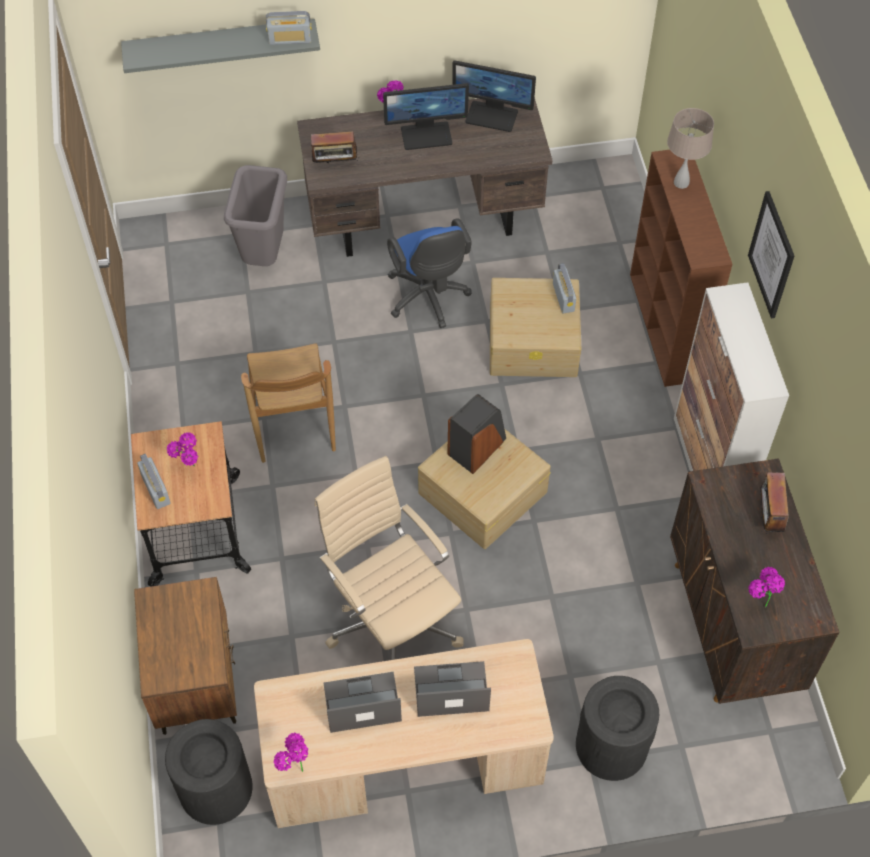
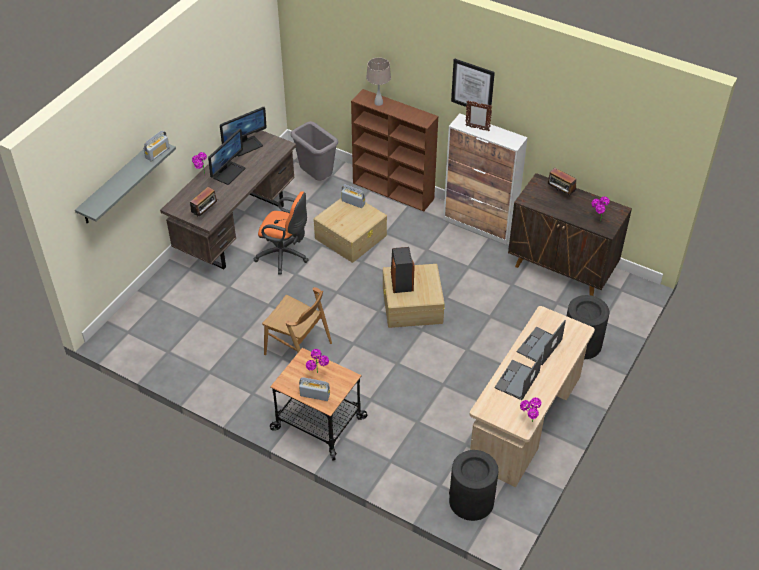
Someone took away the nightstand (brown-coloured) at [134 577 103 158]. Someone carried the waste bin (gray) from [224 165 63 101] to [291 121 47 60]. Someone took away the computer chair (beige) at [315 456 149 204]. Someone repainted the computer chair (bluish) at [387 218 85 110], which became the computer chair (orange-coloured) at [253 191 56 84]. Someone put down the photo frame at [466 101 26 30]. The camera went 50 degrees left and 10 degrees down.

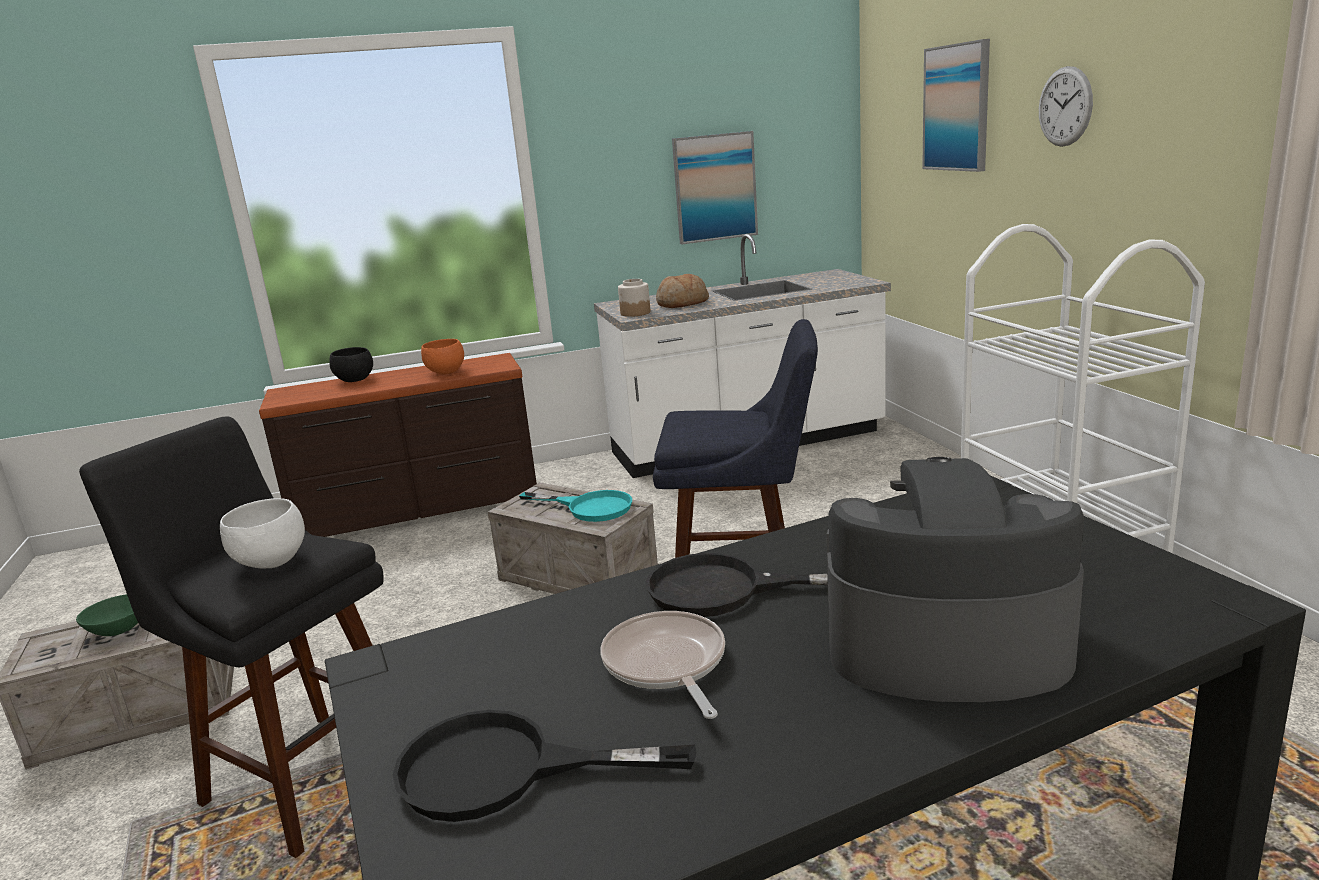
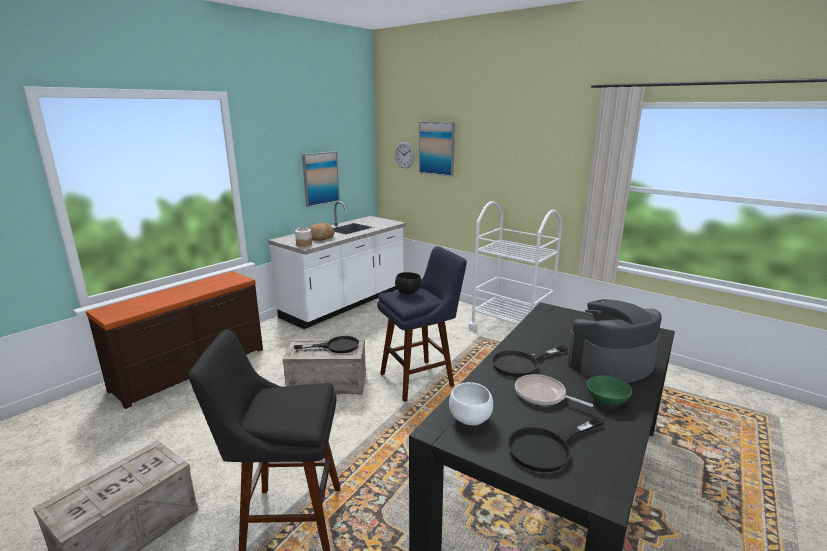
Someone carried the serving bowl (greenish) from [76 594 62 42] to [587 375 45 31]. Someone carried the serving bowl (white-coloured) from [220 498 85 71] to [449 382 44 43]. Someone carried the serving bowl (blackish) from [329 347 44 35] to [395 272 26 23]. Someone took away the serving bowl (orange-coloured) at [421 339 43 35]. Someone repainted the frying pan (turquoise) at [519 490 113 32], which became the frying pan (blackish) at [294 336 65 17]. Someone carried the hanging clock from [1039 66 54 81] to [395 142 20 26]. The camera went 35 degrees left and 0 degrees up.

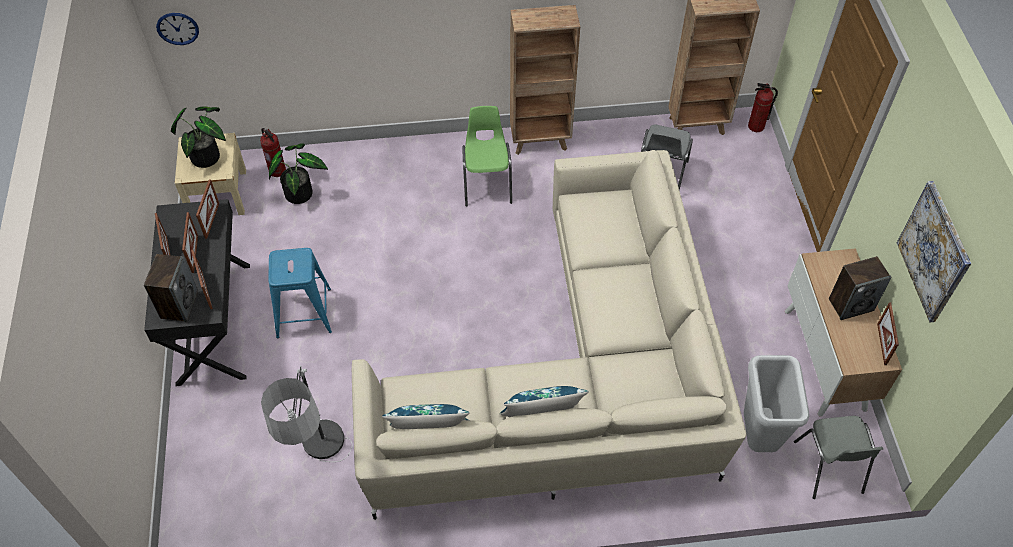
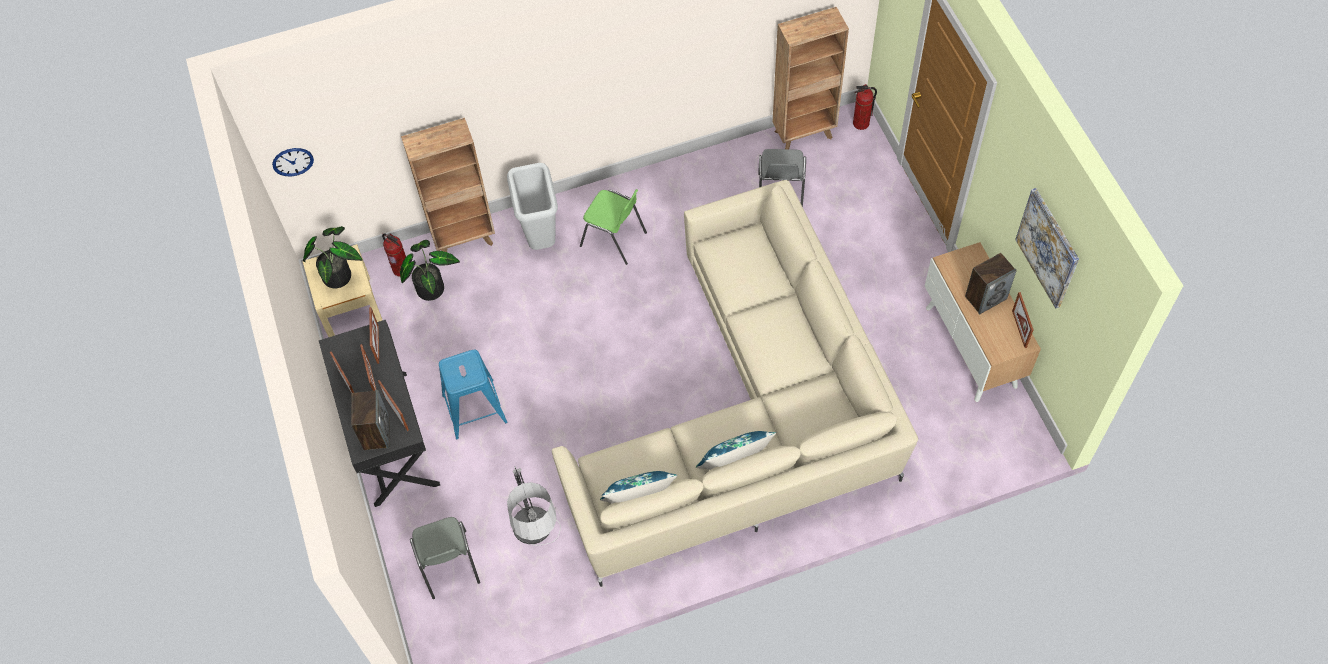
Someone rotated the chair (greenish) at [463 106 49 100] by 135 degrees clockwise. Someone carried the shelving unit (brown-coloured) from [510 5 70 150] to [401 118 94 134]. Someone carried the waste bin (gray) from [744 355 65 97] to [507 163 51 87]. Someone carried the chair (gray) from [794 416 89 83] to [410 517 70 82]. The camera went 10 degrees left and 5 degrees up.

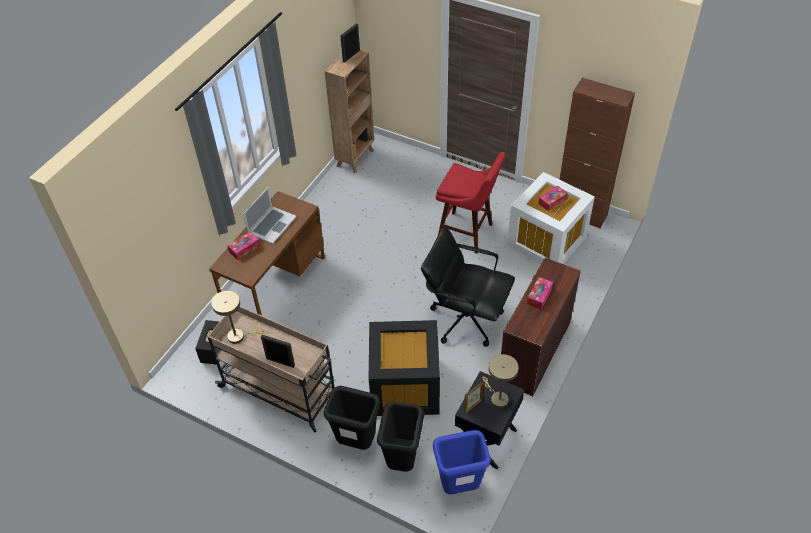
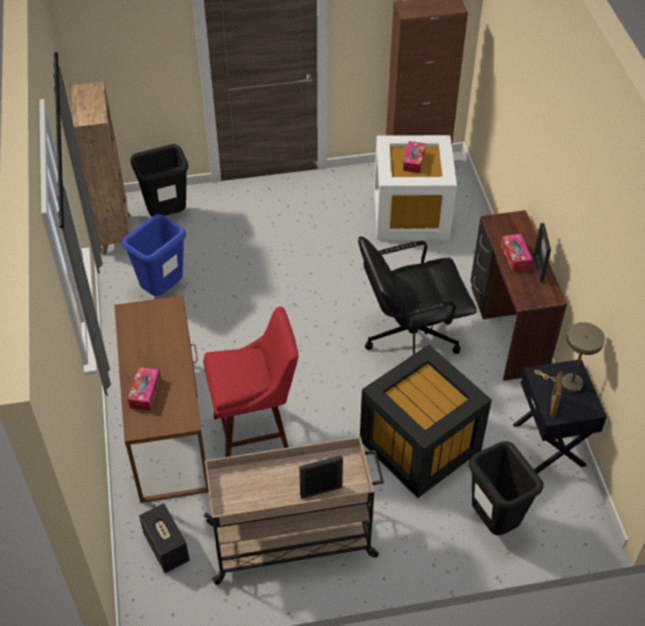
Someone took away the tabletop lamp (beige) at [211 291 54 53]. Someone took away the laptop at [243 187 53 57]. Someone carried the waste bin (blackish) from [324 386 56 64] to [130 144 59 72]. Someone carried the photo frame from [340 23 20 40] to [534 223 17 59]. Someone carried the waste bin (bluish) from [433 430 58 64] to [122 214 64 82]. Someone carried the stool (reddish) from [436 152 70 102] to [203 306 95 151]. The camera went 40 degrees left and 0 degrees up.

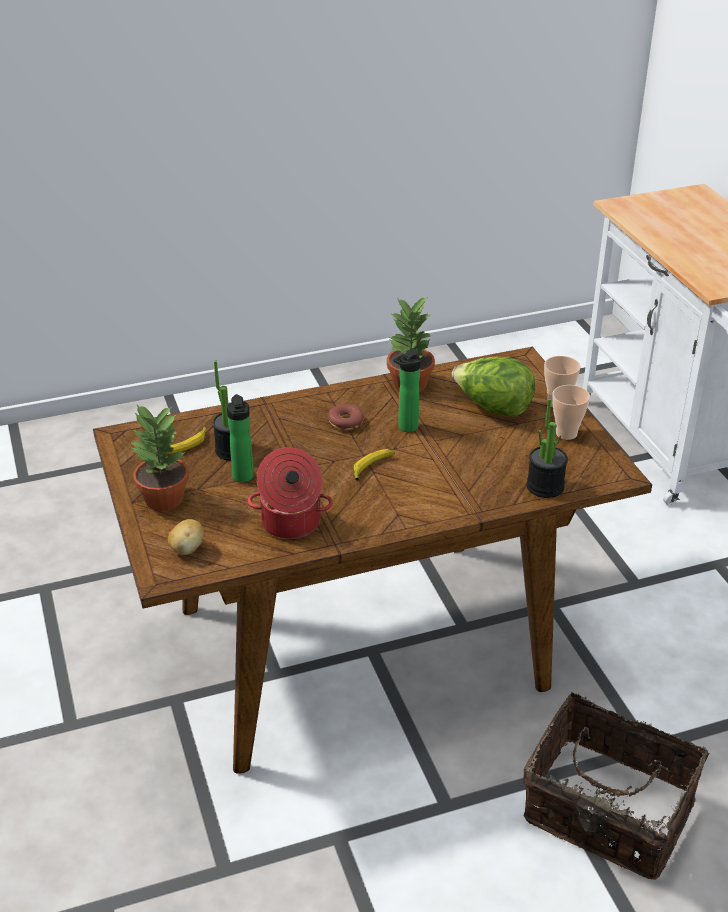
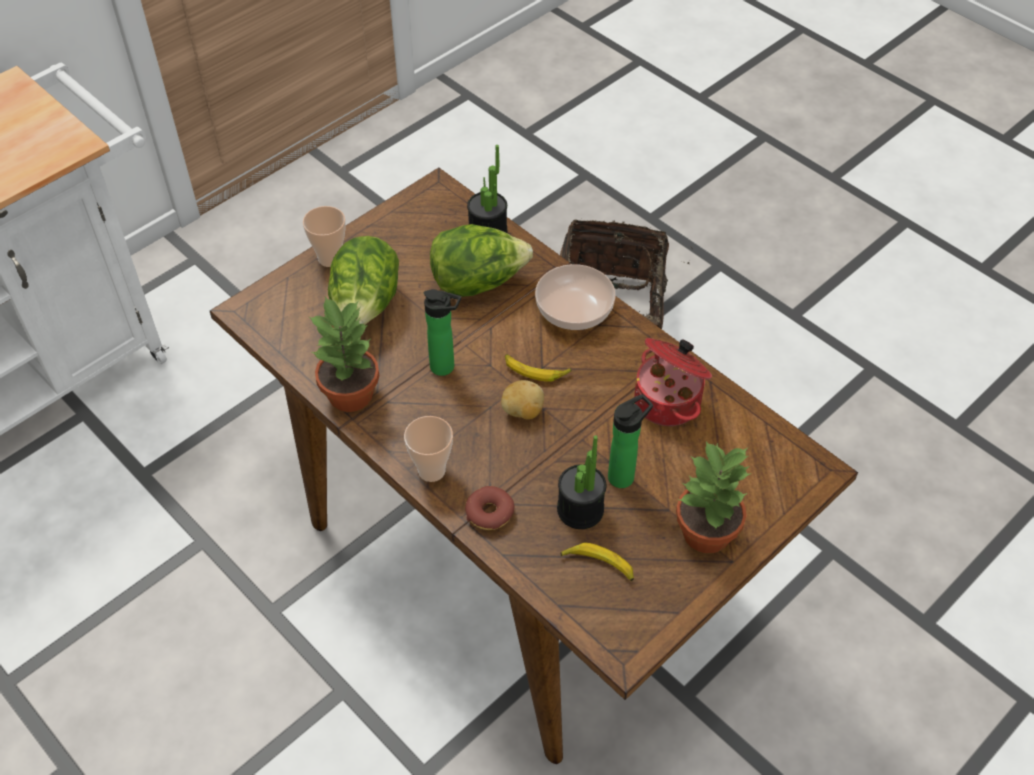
Someone carried the whole potato from [168 519 36 36] to [501 380 43 40]. Someone carried the ring doughnut from [328 404 36 26] to [465 486 50 44]. Someone carried the drinking cup from [552 385 38 55] to [404 416 49 66]. Someone put down the head of lettuce at [430 224 103 73]. Someone put down the serving bowl at [535 264 81 66]. The camera went 115 degrees left and 15 degrees up.

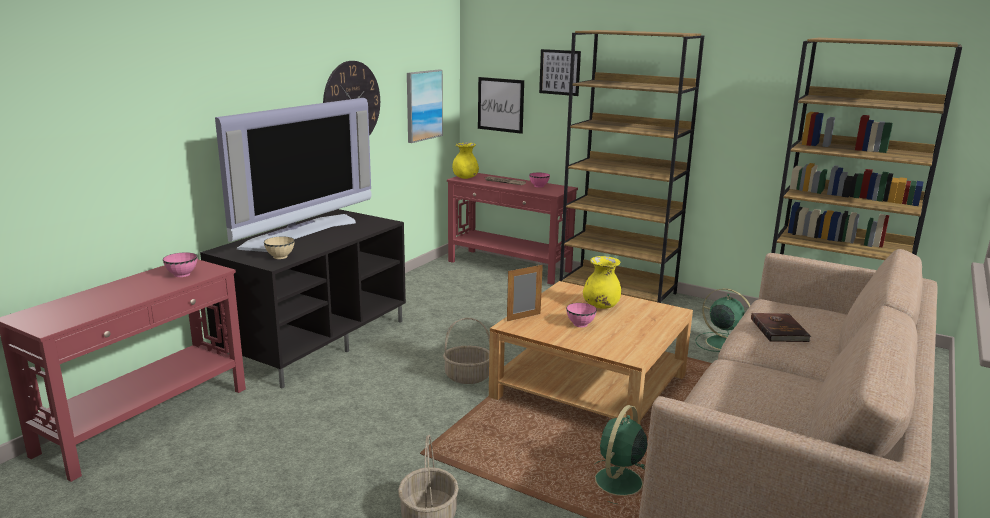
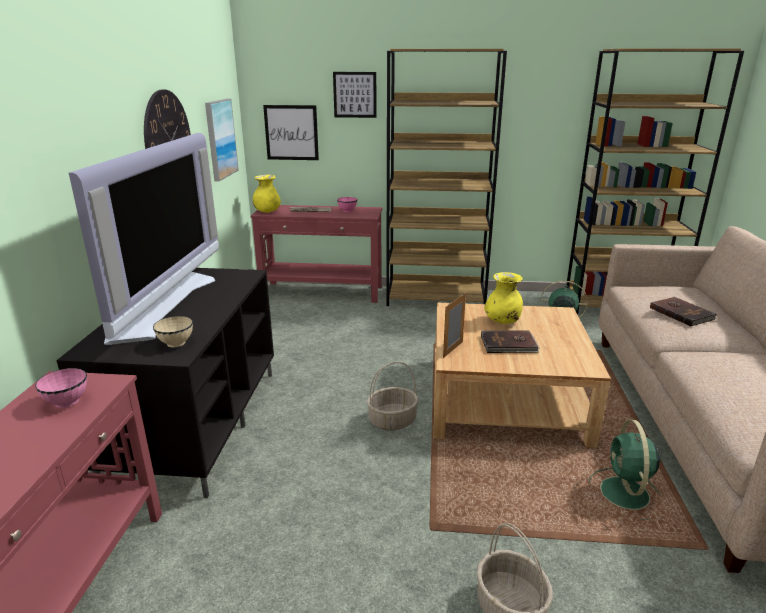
Someone swapped the serving bowl (pinkish) at [566 303 31 24] for the book (brown-coloured) at [481 331 59 22]. The camera went 25 degrees left and 5 degrees up.

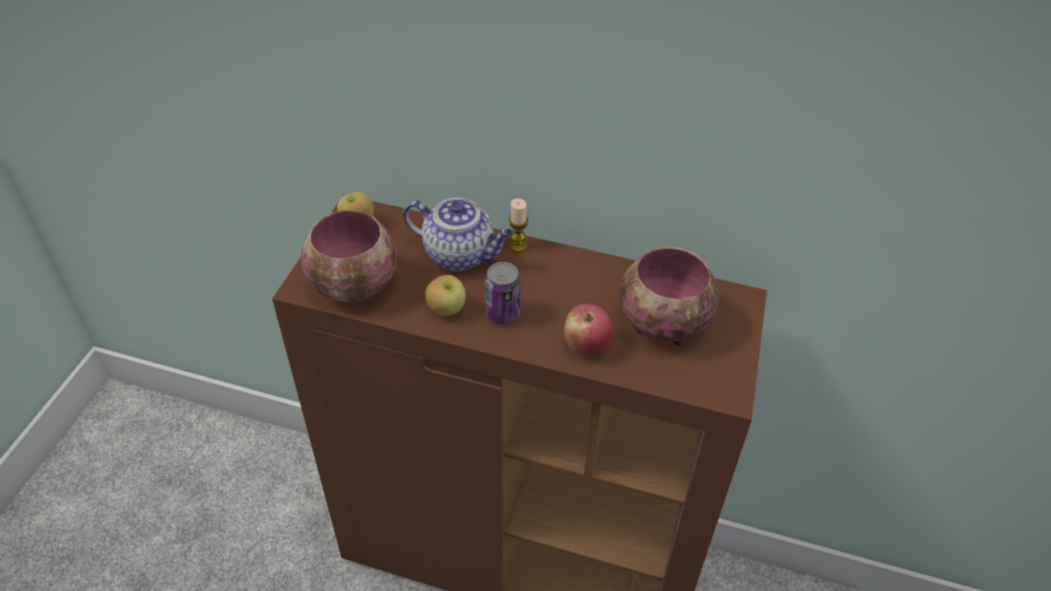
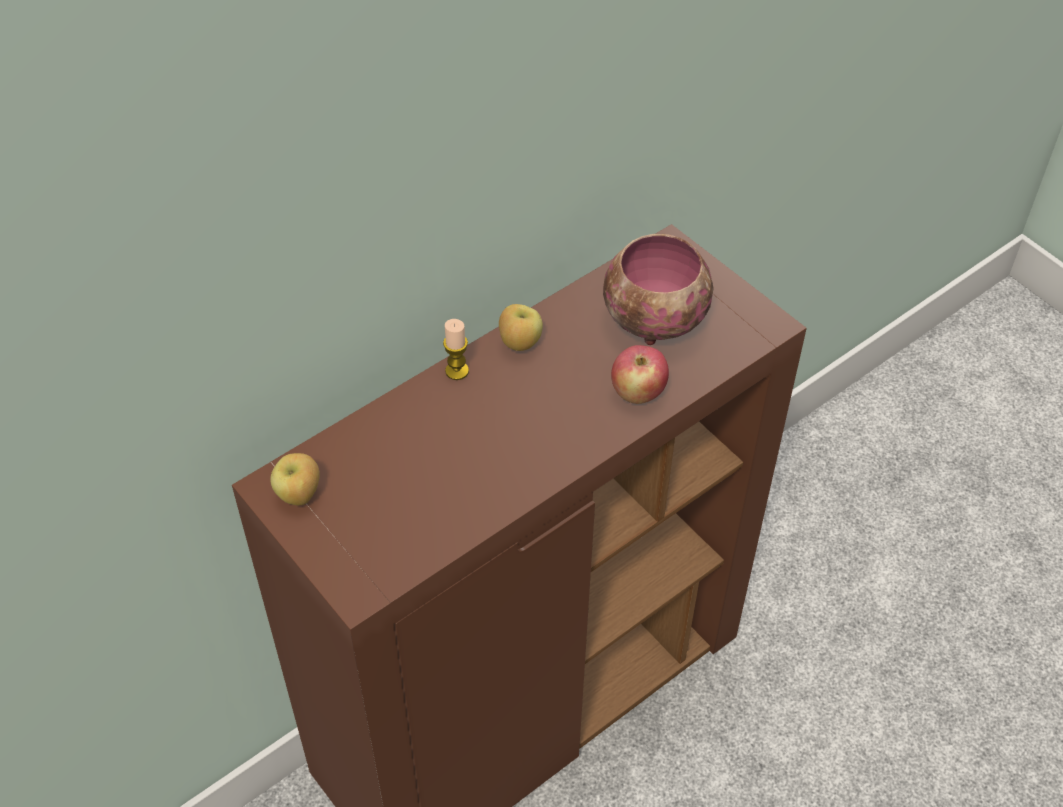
Someone took away the serving bowl at [301 210 96 93]. Someone took away the teapot at [403 198 110 73]. Someone carried the apple from [425 275 41 41] to [499 304 44 47]. Someone took away the sealed can at [485 262 36 63]. The camera went 55 degrees left and 5 degrees up.

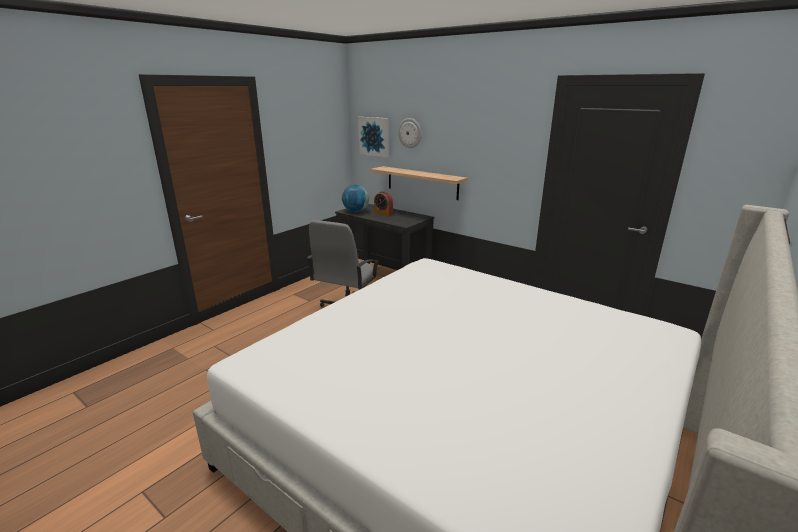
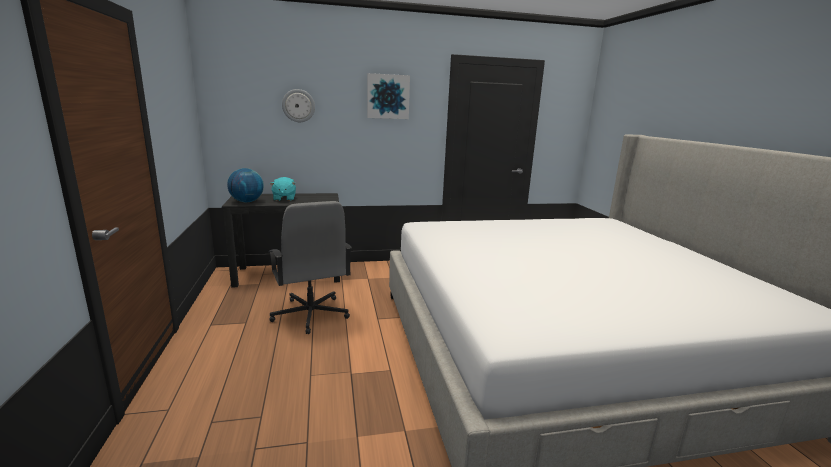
Someone carried the picture from [358 117 31 40] to [367 73 43 46]. Someone took away the shelf at [371 166 97 34]. Someone swapped the table clock at [374 191 19 25] for the plush toy (turquoise) at [270 177 26 24]. The camera went 50 degrees left and 5 degrees down.

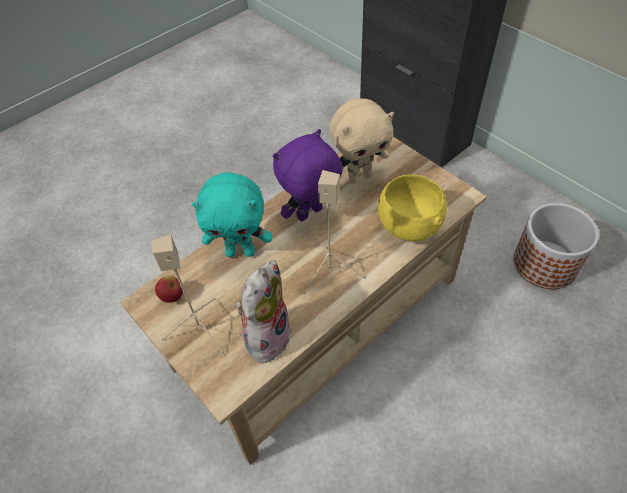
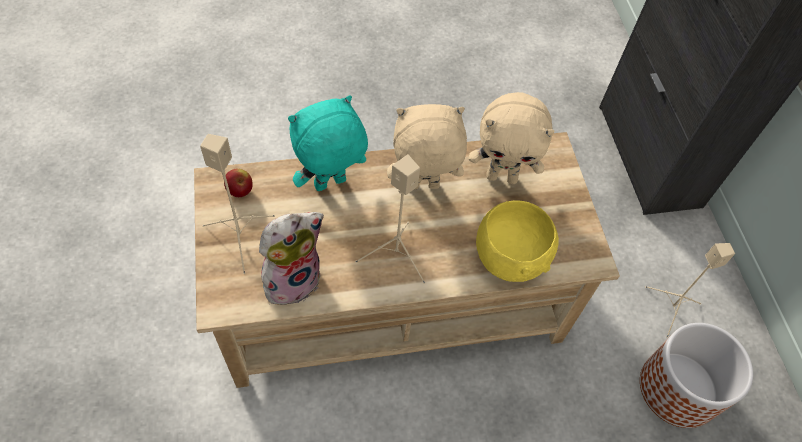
Someone rotated the plush toy (turquoise) at [192 172 80 85] by 120 degrees clockwise. Someone repainted the plush toy (purplish) at [273 129 69 92], which became the plush toy (beige) at [387 104 80 85]. Someone put down the speaker (beige) at [645 243 90 95]. The camera went 25 degrees right and 5 degrees up.

